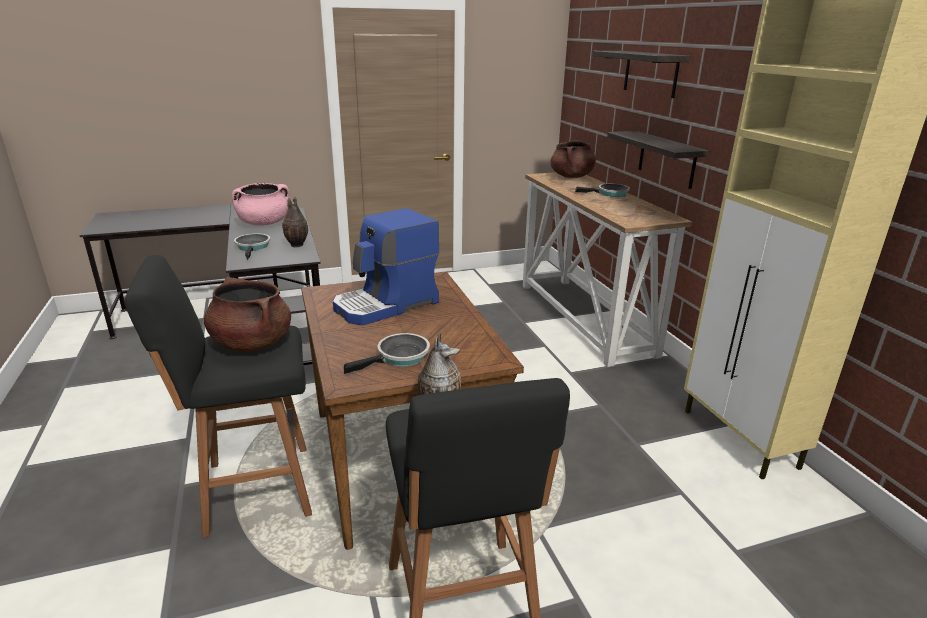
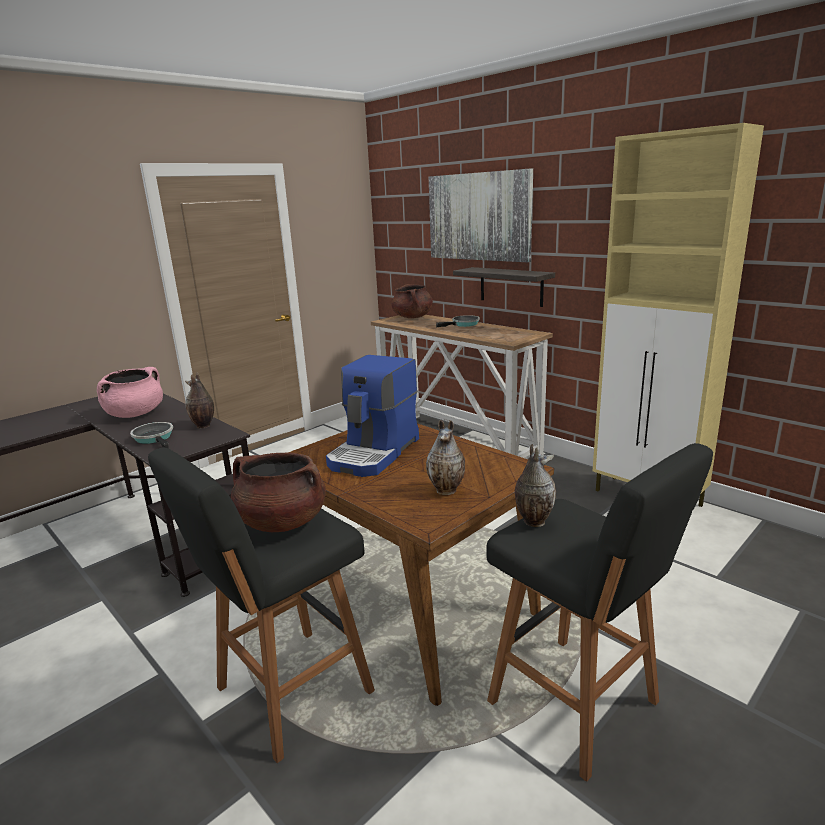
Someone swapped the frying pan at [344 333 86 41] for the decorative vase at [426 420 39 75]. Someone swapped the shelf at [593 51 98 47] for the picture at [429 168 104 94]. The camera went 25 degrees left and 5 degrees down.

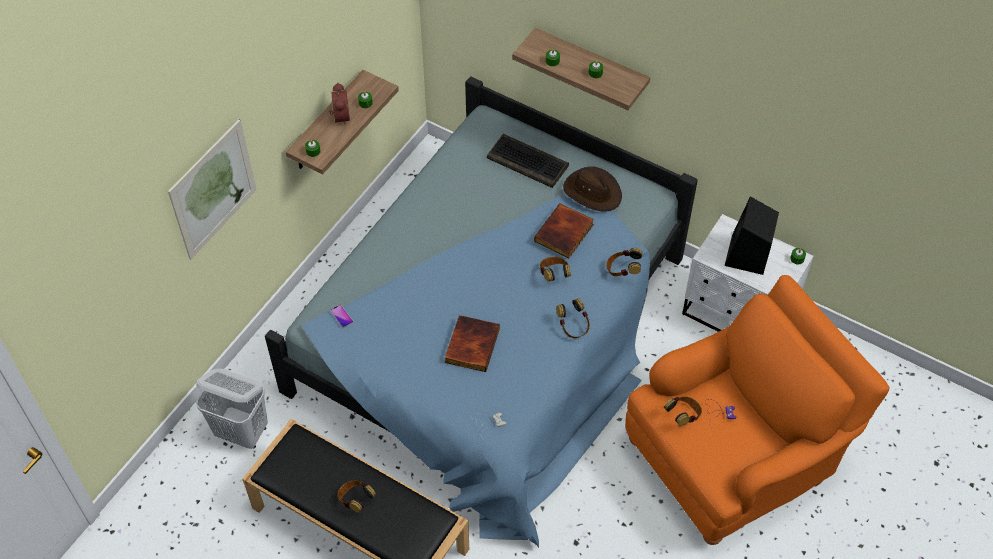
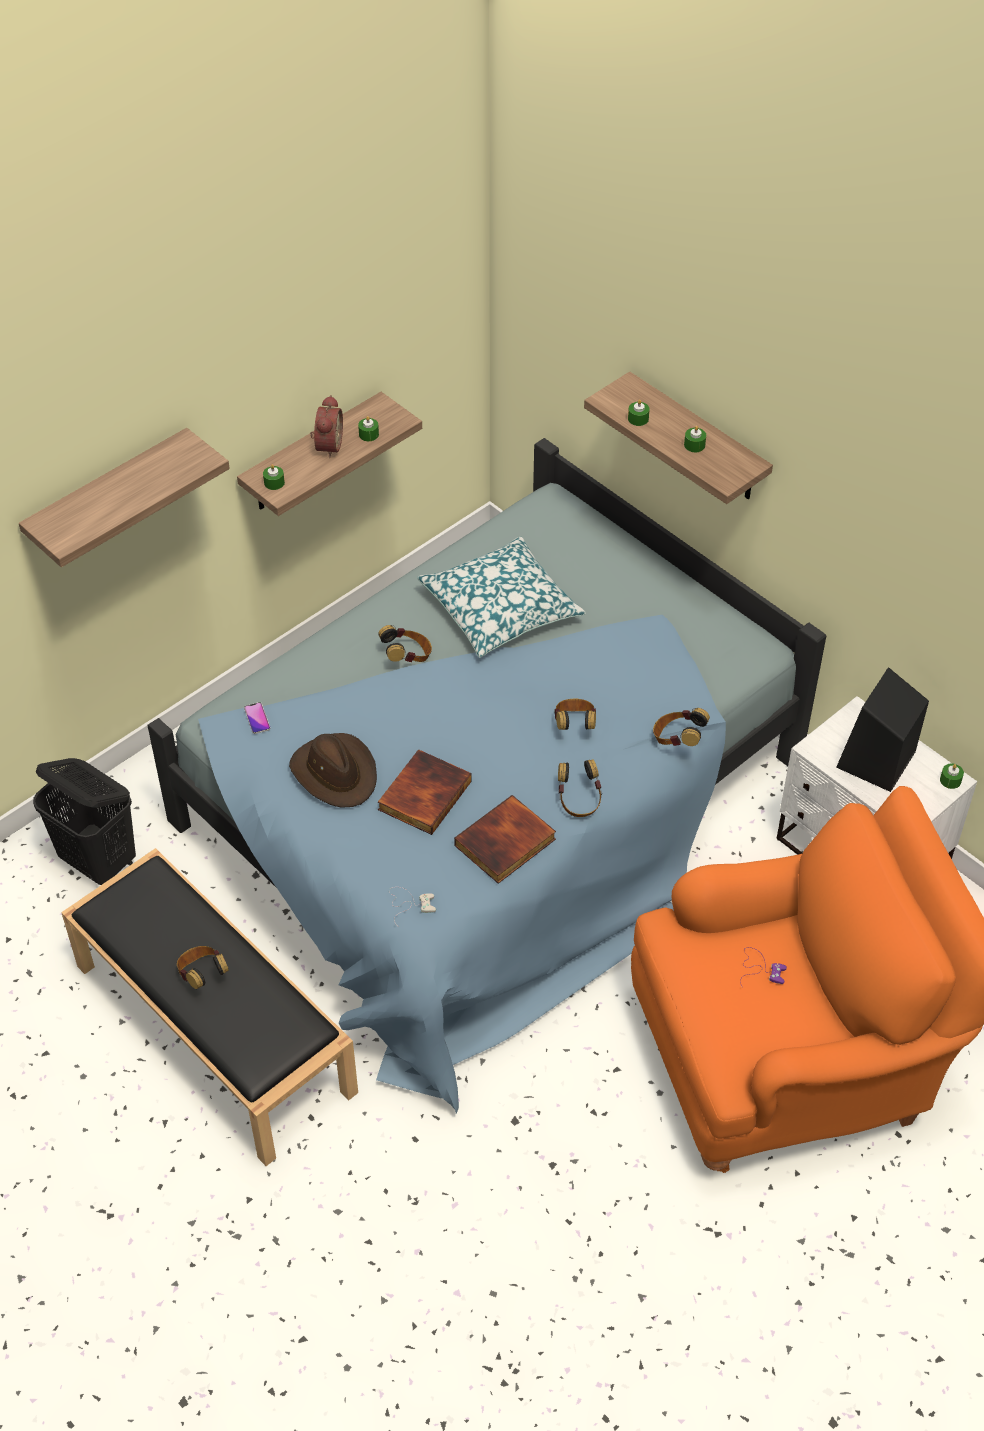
Someone swapped the picture at [168 120 89 139] for the shelf at [19 428 211 139]. Someone repainted the washing basket (white-coloured) at [196 369 72 80], which became the washing basket (blackish) at [33 758 103 127]. Someone took away the keyboard at [487 134 82 54]. Someone carried the book from [534 203 60 55] to [454 795 102 89]. Someone carried the clothing hat (brown-coloured) from [563 166 59 46] to [289 733 88 75]. Someone carried the headset from [664 396 38 30] to [378 625 54 37]. Someone put down the throw pillow at [417 536 169 122]. The camera went 15 degrees right and 5 degrees down.

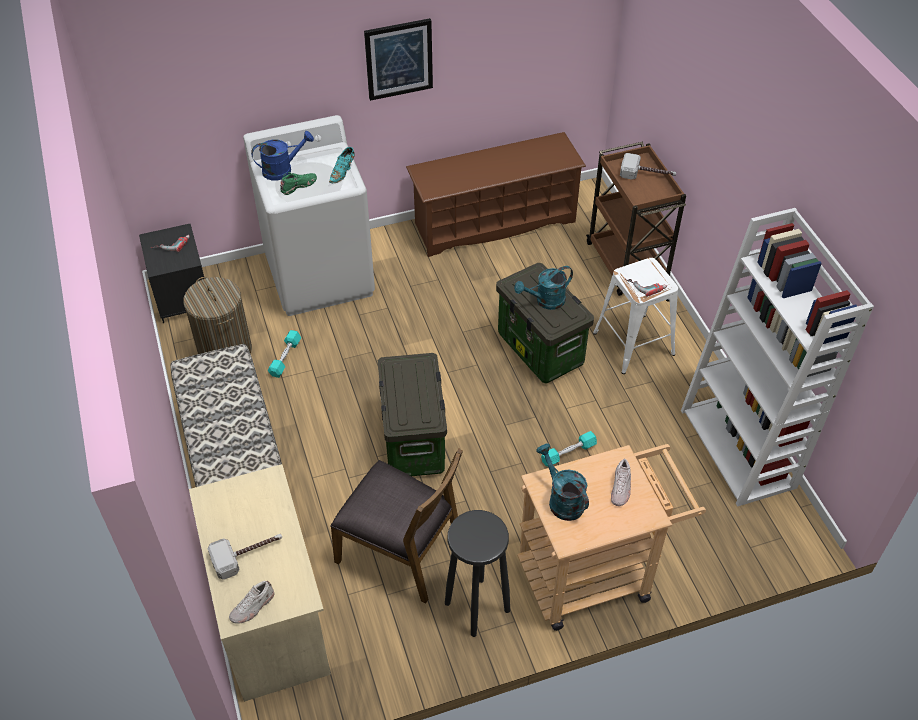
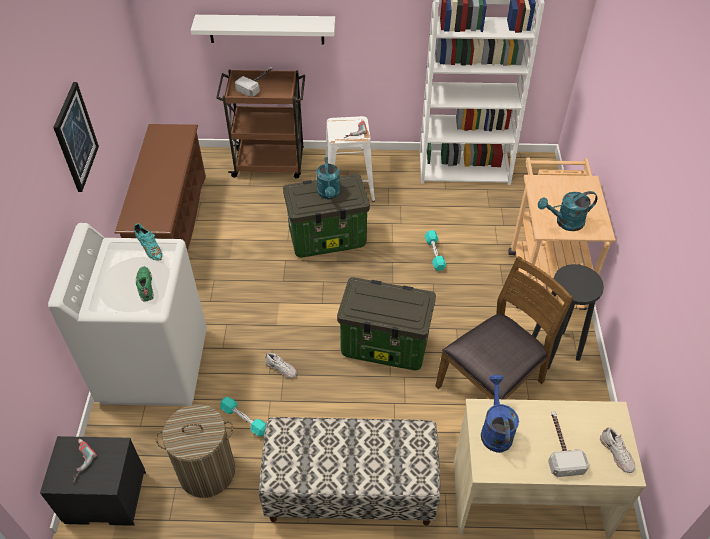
Someone carried the watering pot (bluish) from [251 131 63 50] to [481 375 38 78]. Someone carried the item of footwear (white-coloured) from [611 458 20 48] to [265 353 32 25]. Someone put up the shelf (white-coloured) at [191 15 144 29]. The camera went 70 degrees left and 0 degrees up.

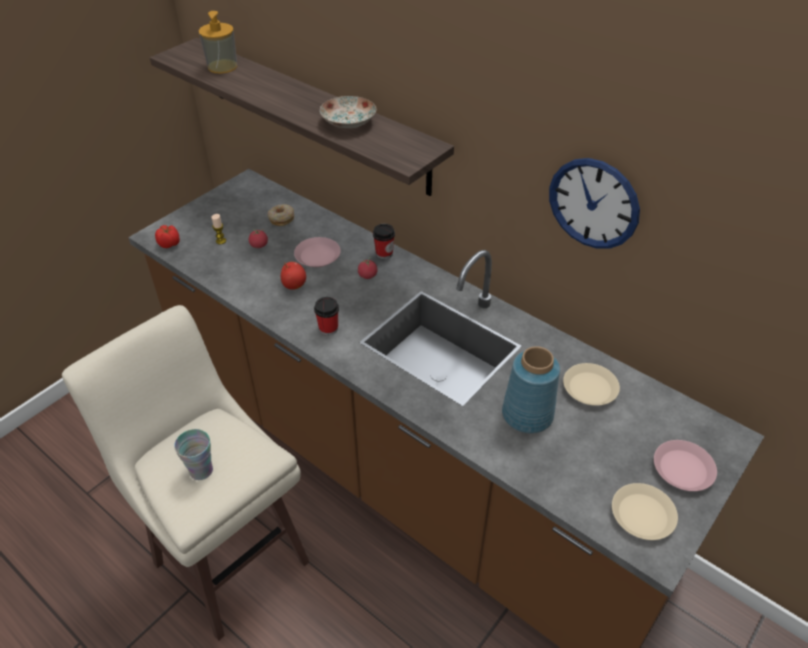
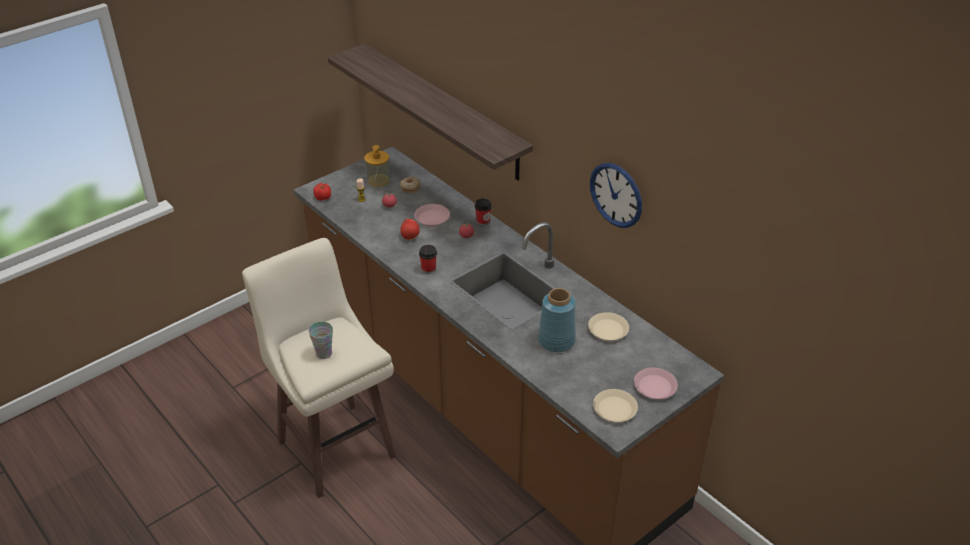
Someone carried the soap bottle from [199 11 38 62] to [365 145 24 42]. Someone took away the dinner plate at [320 96 56 32]. The camera went 10 degrees right and 5 degrees down.

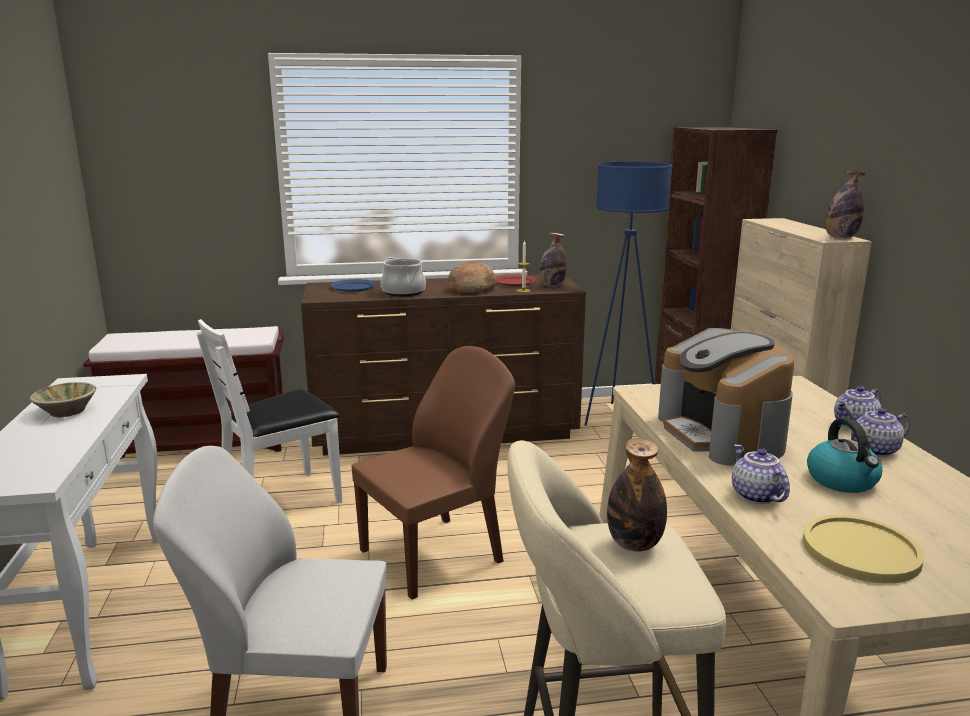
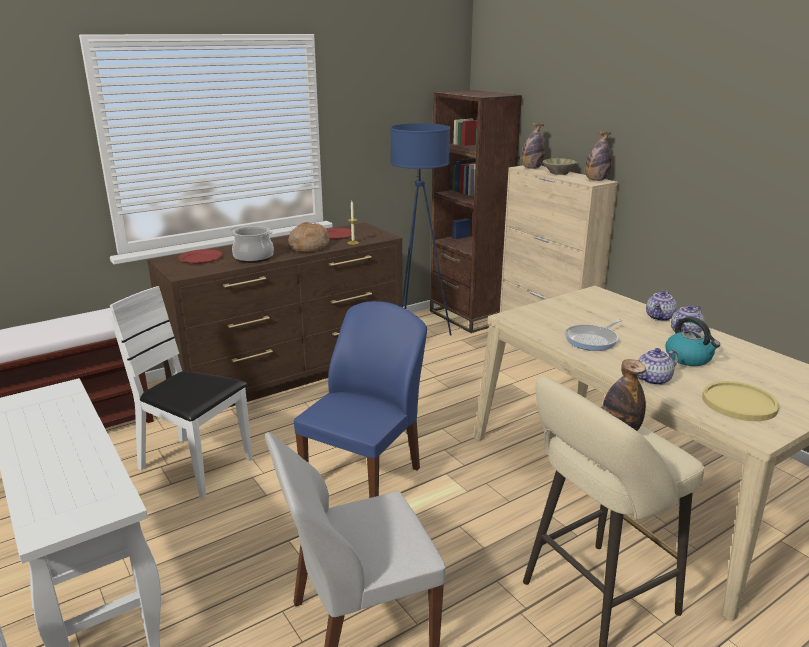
Someone carried the serving bowl (beige) from [30 382 66 35] to [543 158 34 17]. Someone rotated the chair (white-coloured) at [196 319 146 184] by 90 degrees clockwise. Someone repainted the dinner plate (bluish) at [330 279 47 13], which became the dinner plate (reddish) at [178 249 45 15]. Someone repainted the chair (brown-coloured) at [352 346 163 254], which became the chair (bluish) at [294 301 133 197]. Someone carried the beverage bottle from [539 233 27 54] to [522 123 23 46]. Someone swapped the coffee machine at [658 328 136 137] for the frying pan at [565 319 57 32]. Someone rotated the teapot at [732 444 58 60] by 75 degrees counterclockwise. The camera went 25 degrees left and 5 degrees up.

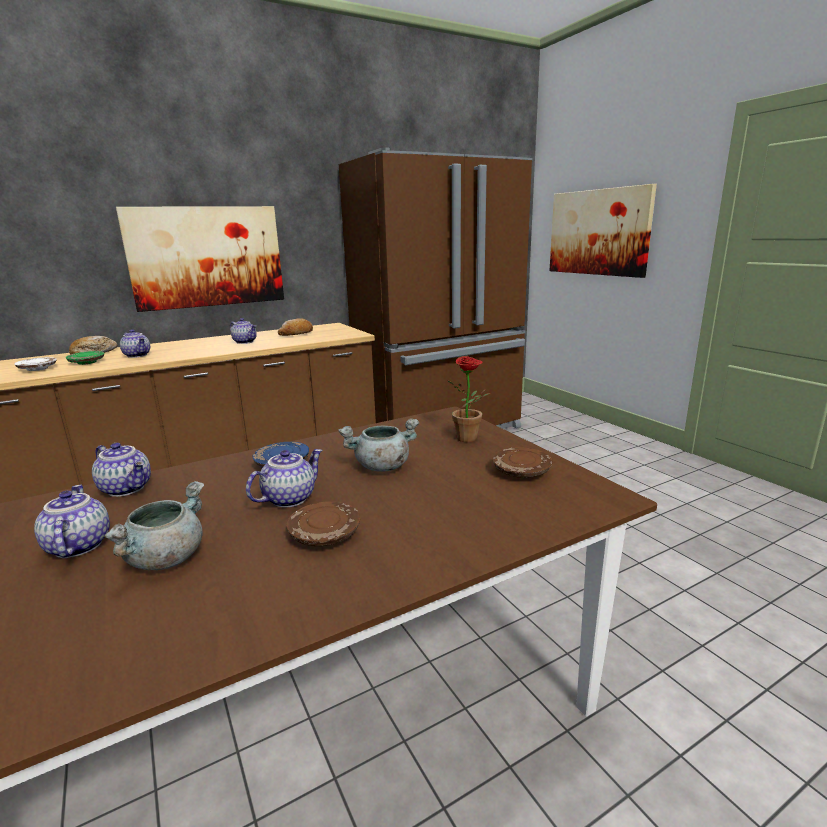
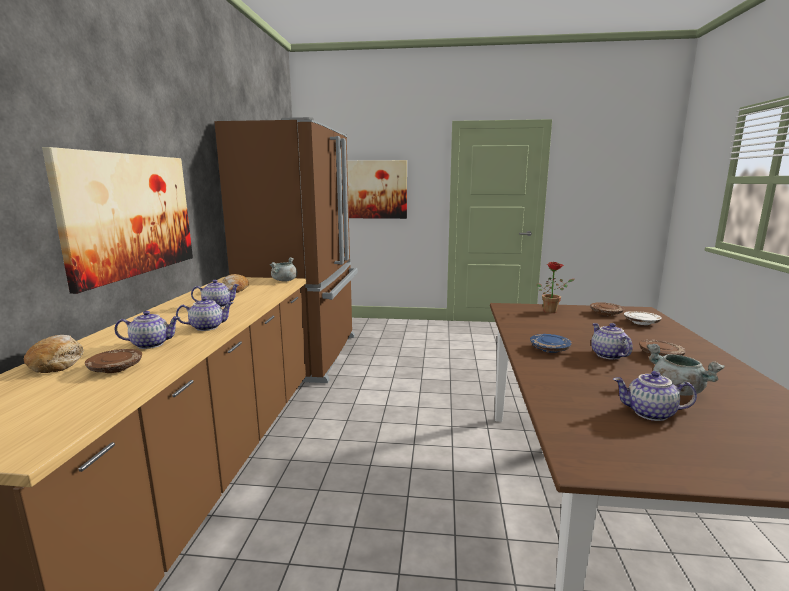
Someone carried the dinner plate (white-coloured) from [14 357 42 14] to [624 311 38 14]. Someone repainted the dinner plate (greenish) at [66 351 38 14], which became the dinner plate (brown-coloured) at [85 349 57 24]. Someone carried the teapot from [92 443 59 54] to [176 297 57 34]. Someone carried the stockpot (gray) from [339 418 80 54] to [270 257 27 25]. The camera went 55 degrees left and 5 degrees down.

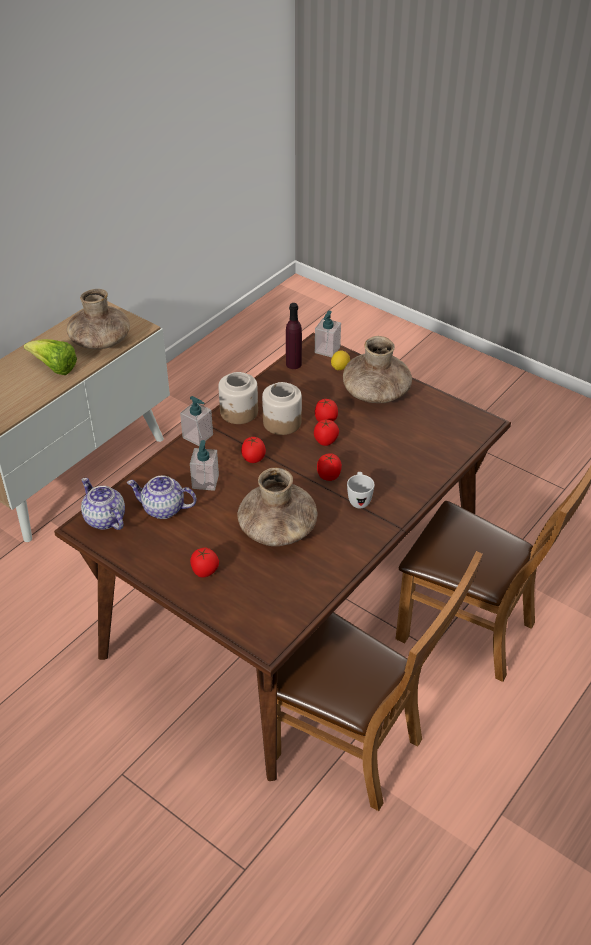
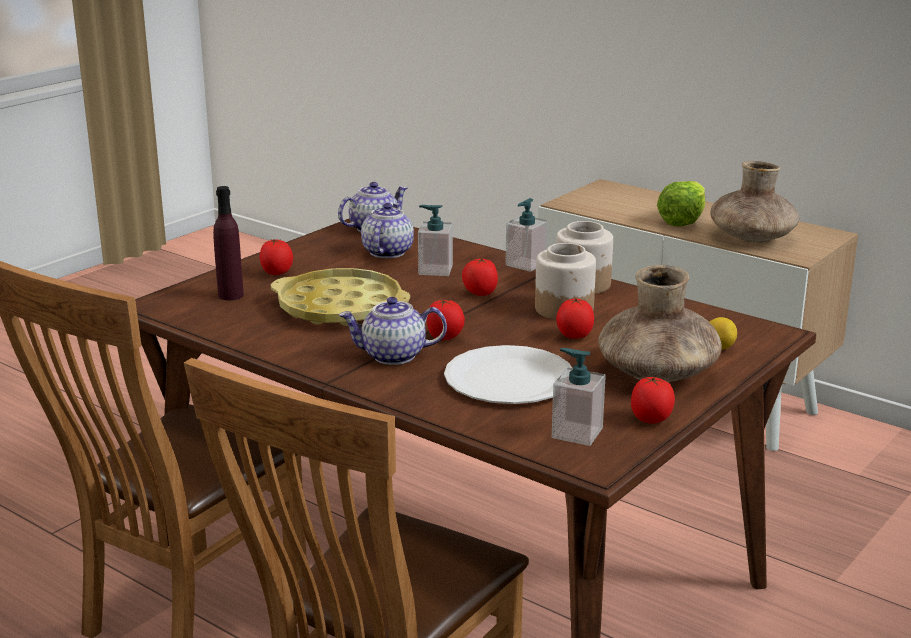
Someone swapped the decorative vase (brown-coloured) at [237 468 80 78] for the carrying tray (yellow) at [271 268 139 58]. Someone carried the beverage bottle (purplish) from [286 303 16 66] to [213 186 31 114]. Someone carried the tomato from [314 419 25 27] to [631 376 44 48]. Someone carried the soap bottle from [315 311 26 46] to [552 348 54 98]. Someone swapped the mug (white-coloured) at [347 472 28 36] for the teapot at [339 297 108 68]. Someone put down the dinner plate (white-coloured) at [444 345 128 59]. The camera went 90 degrees right and 20 degrees down.

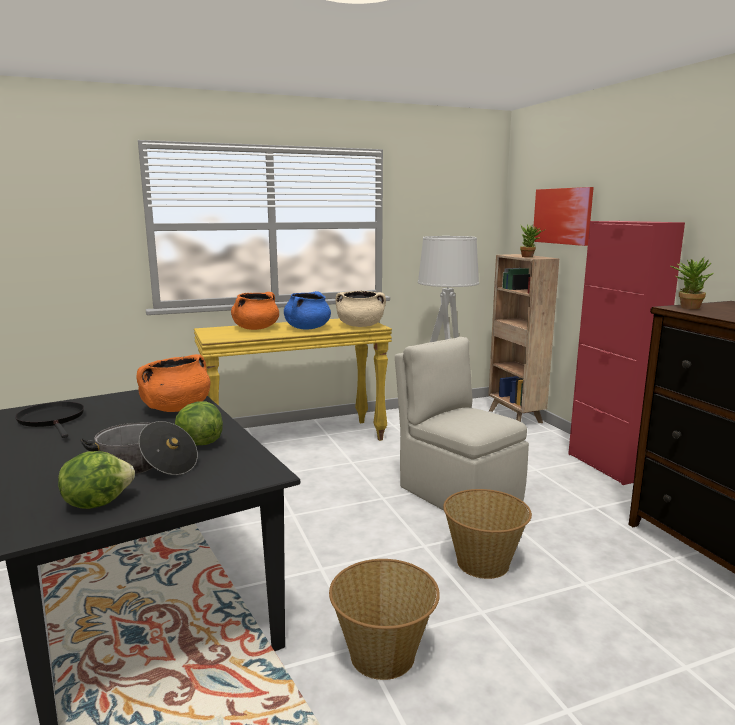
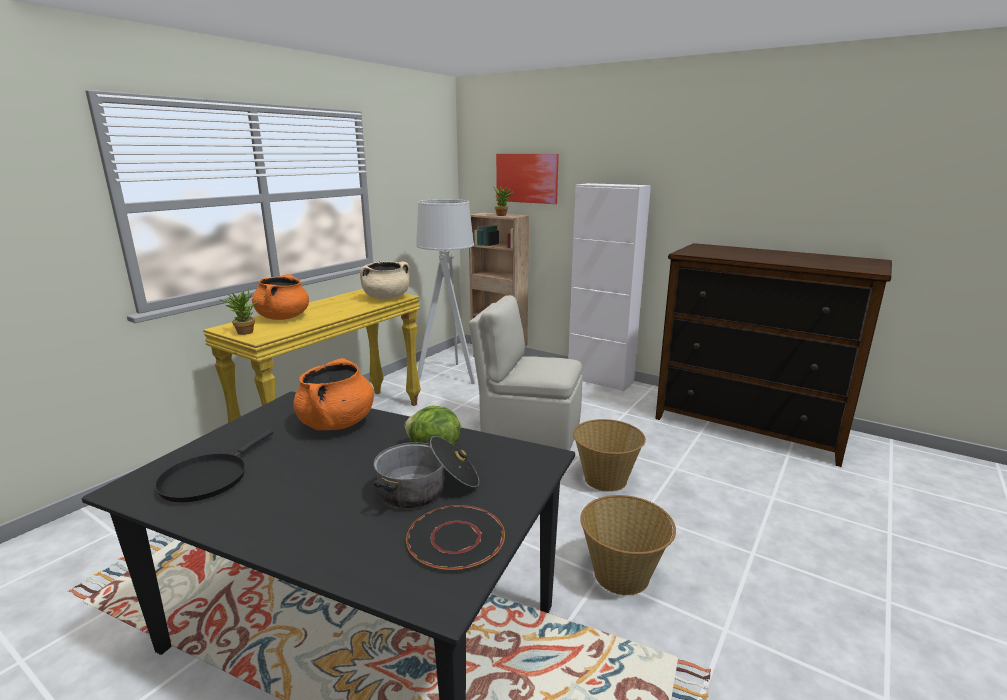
Someone rotated the frying pan (blackish) at [15 402 69 36] by 90 degrees counterclockwise. Someone swapped the head of lettuce at [58 451 77 58] for the dinner plate (blackish) at [406 505 99 65]. Someone took away the stockpot (bluish) at [284 291 47 39]. Someone repainted the cabinet (reddish) at [568 221 117 264], which became the cabinet (white-coloured) at [568 183 83 209]. Someone carried the potted plant from [670 258 44 51] to [219 288 38 47]. The camera went 35 degrees left and 5 degrees up.

